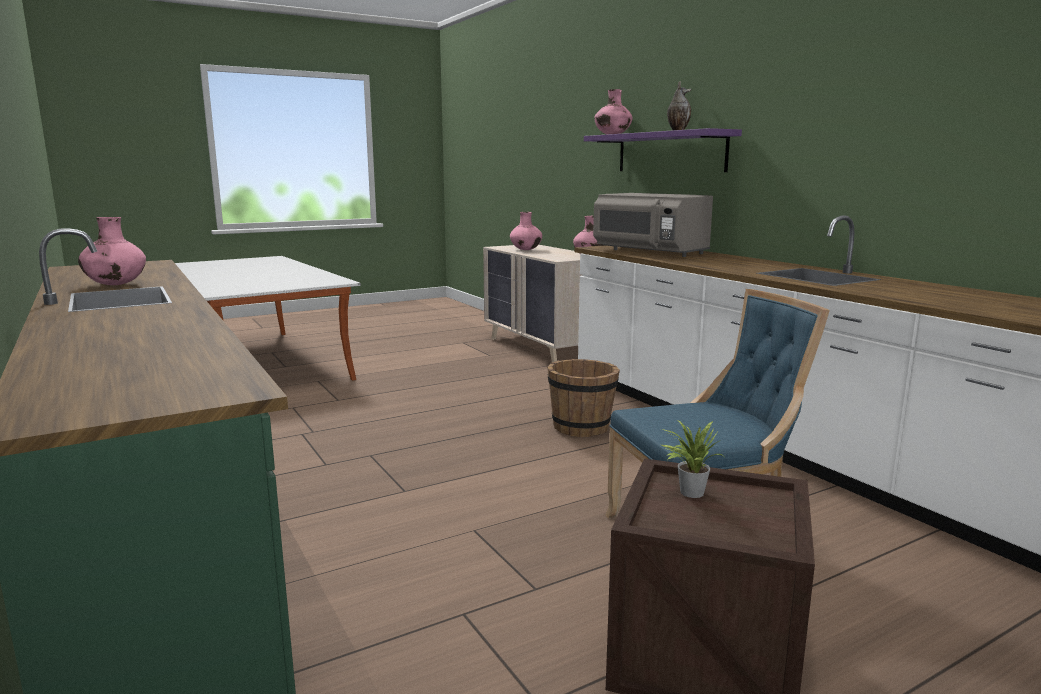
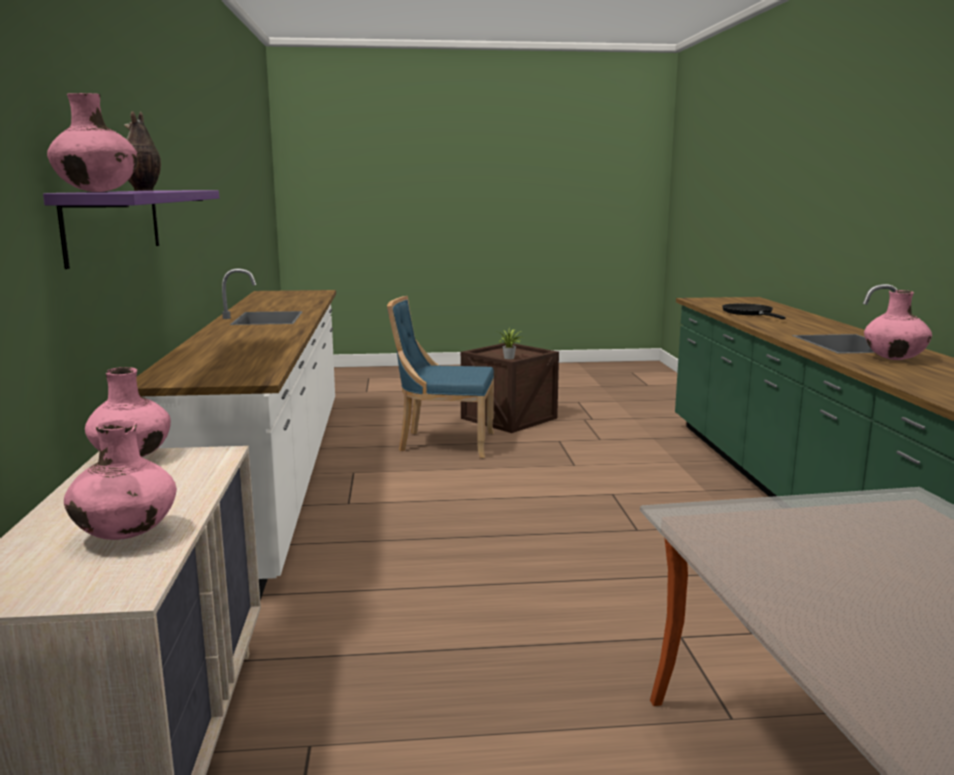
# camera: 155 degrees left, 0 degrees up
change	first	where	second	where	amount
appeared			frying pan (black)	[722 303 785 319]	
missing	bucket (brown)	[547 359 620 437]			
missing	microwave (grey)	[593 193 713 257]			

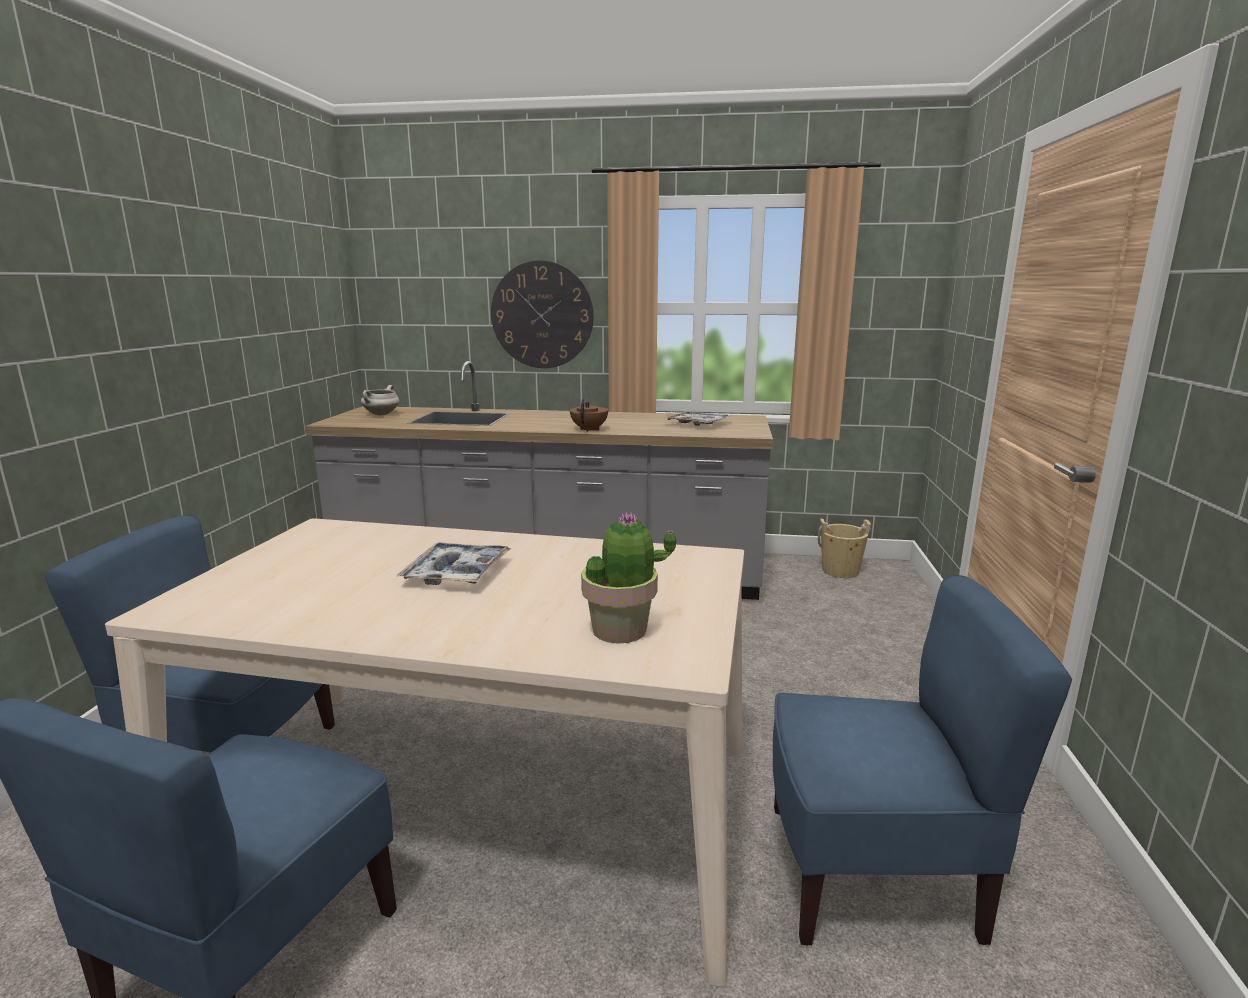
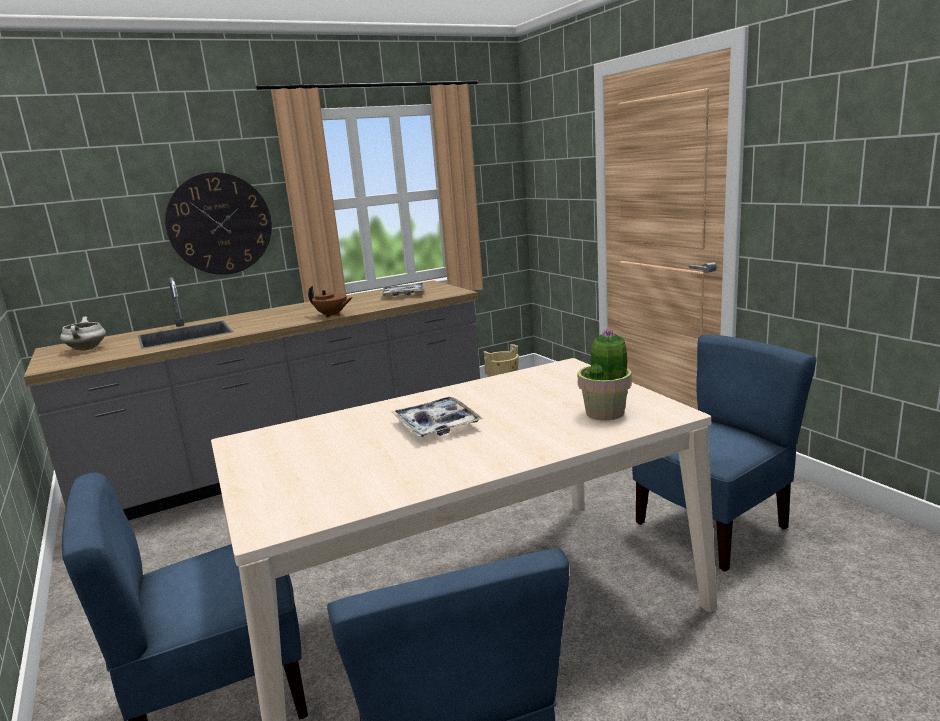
# camera: 35 degrees left, 0 degrees up
change	first	where	second	where	amount
spun	teapot (brown)	[570 399 608 432]		[308 286 352 318]	135 degrees clockwise

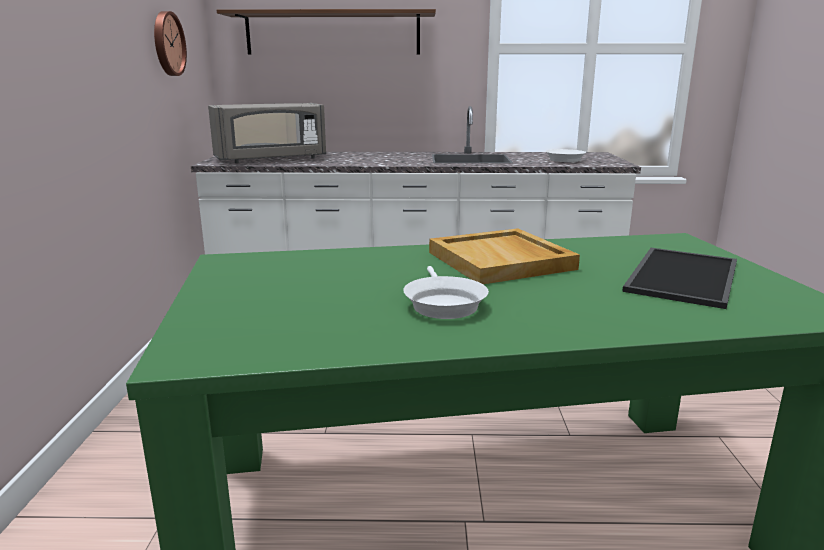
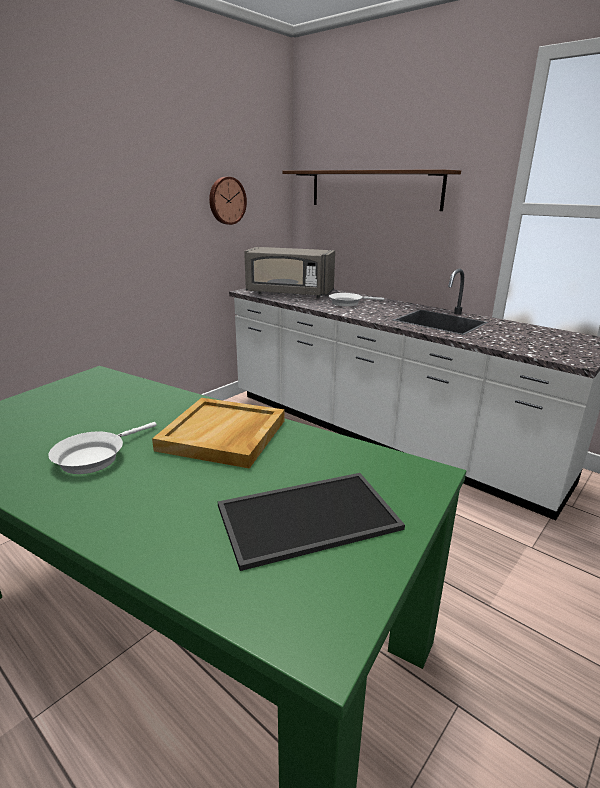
# camera: 40 degrees right, 5 degrees up
change	first	where	second	where	amount
relocated	frying pan (white)	[546 149 586 162]		[329 293 384 307]	

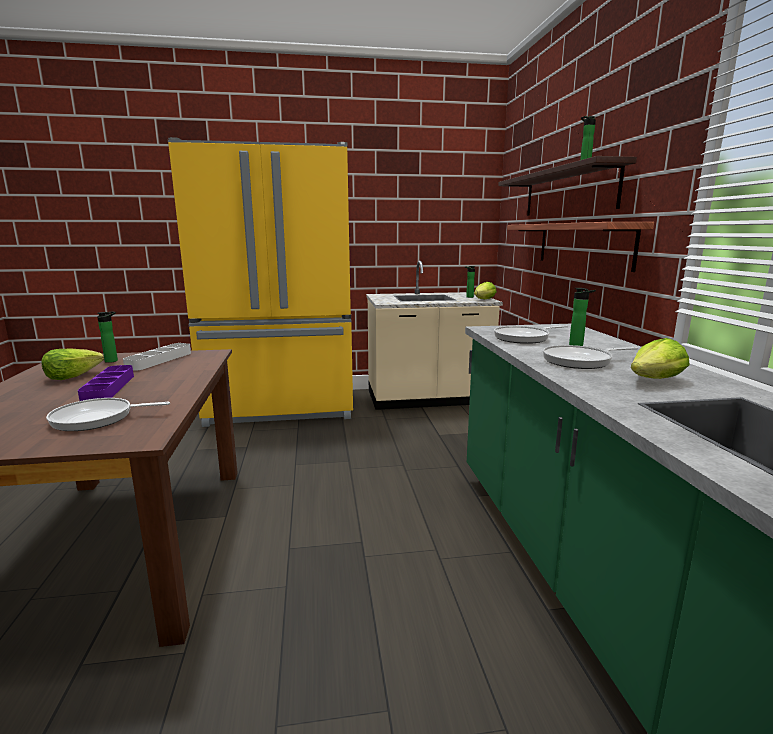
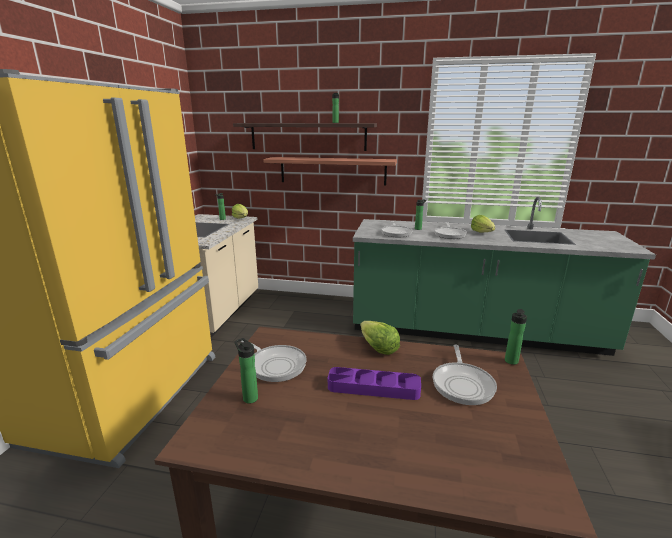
# camera: 70 degrees left, 5 degrees up
change	first	where	second	where	amount
exchanged	tray (white)	[123 343 191 371]	frying pan	[240 341 307 382]	
relocated	lettuce	[41 348 104 380]		[360 321 400 355]	
appeared			bottle	[505 309 527 365]	

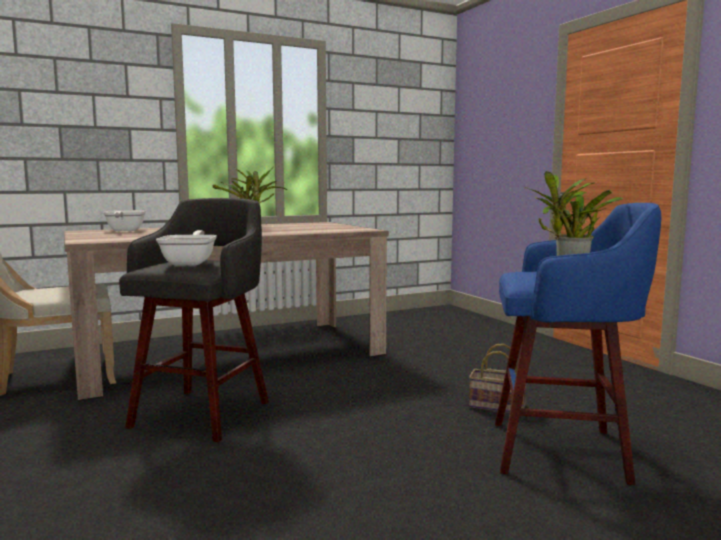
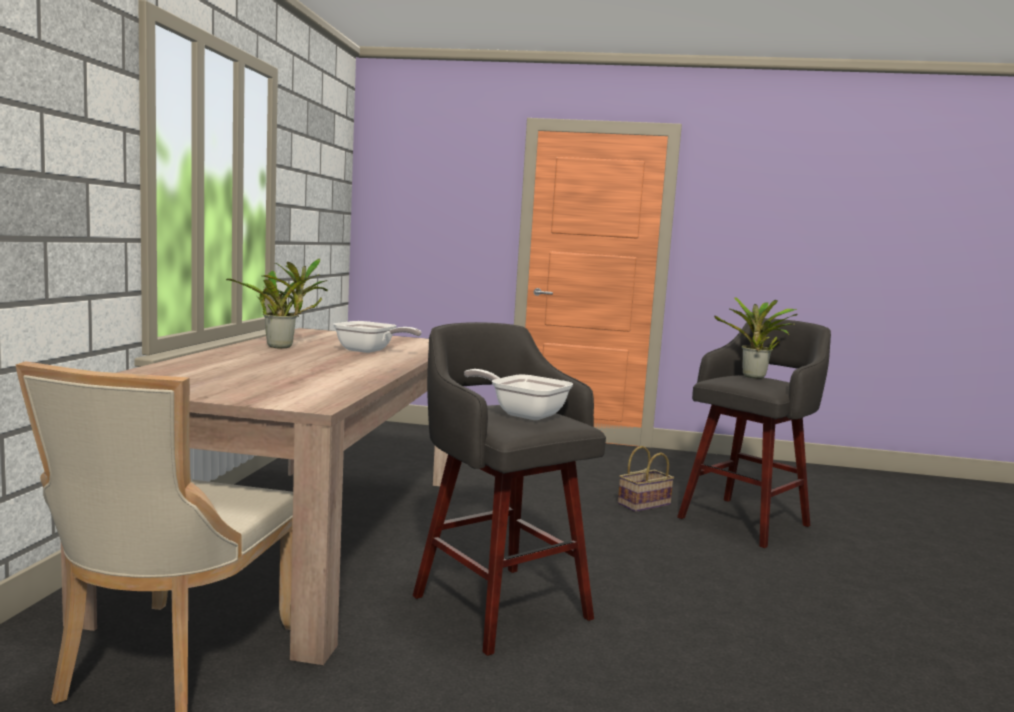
# camera: 55 degrees left, 0 degrees up
change	first	where	second	where	amount
relocated	frying pan	[103 210 146 231]		[333 321 422 353]	
colour	stool (blue)	[495 203 661 485]	stool (grey)	[677 318 831 548]	

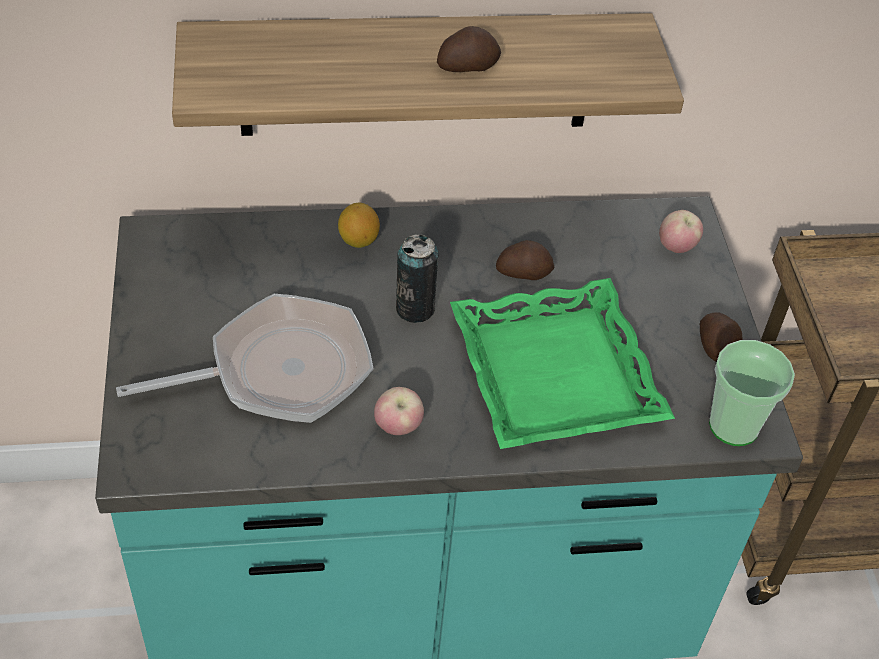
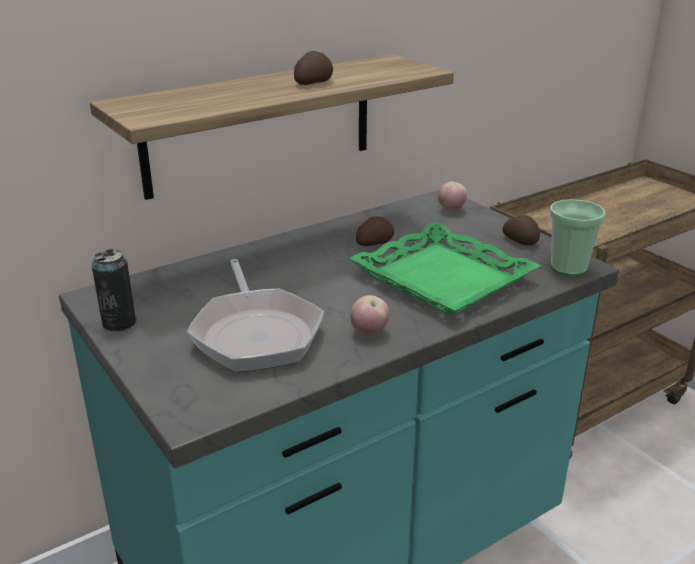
# camera: 25 degrees left, 20 degrees down
change	first	where	second	where	amount
relocated	can	[396 234 439 323]		[92 249 137 331]	
spun	frying pan	[116 294 374 423]		[187 259 324 372]	120 degrees clockwise
missing	lemon	[338 203 380 248]			

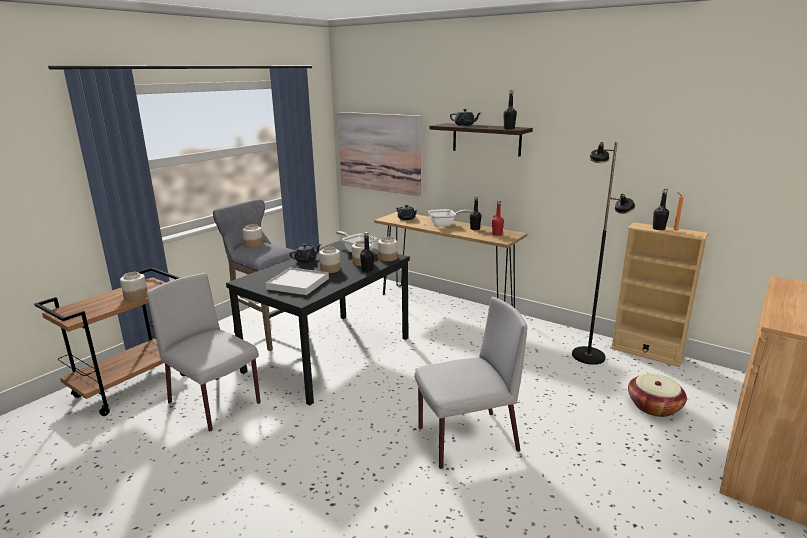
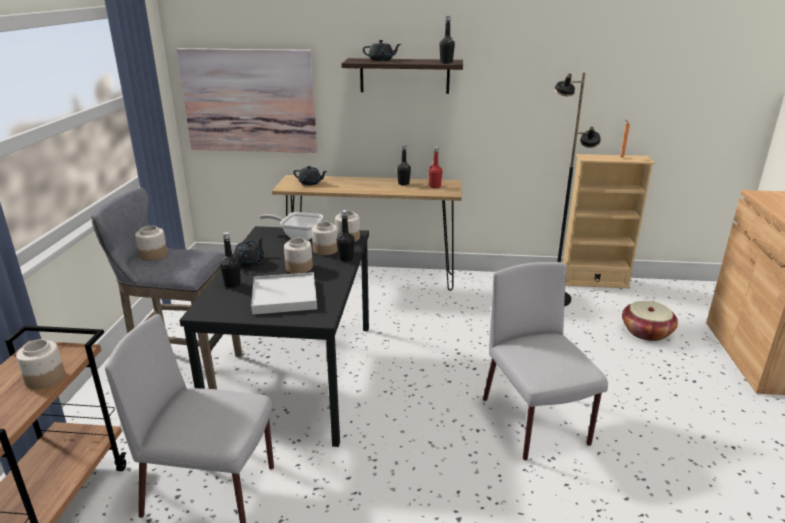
# camera: 30 degrees left, 5 degrees up
change	first	where	second	where	amount
relocated	bottle (black)	[653 188 669 230]		[220 232 241 288]	
spun	chair (grey)	[414 297 527 469]		[483 262 608 461]	60 degrees counterclockwise
missing	frying pan	[428 209 472 227]			

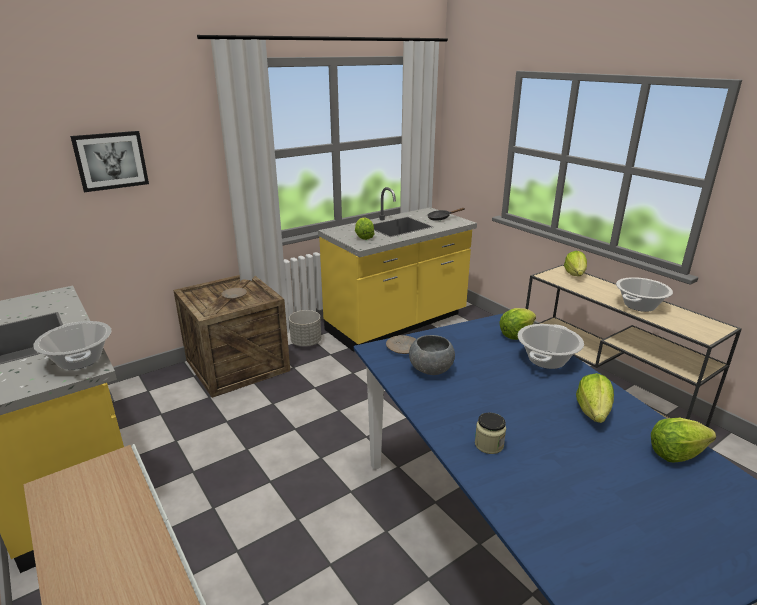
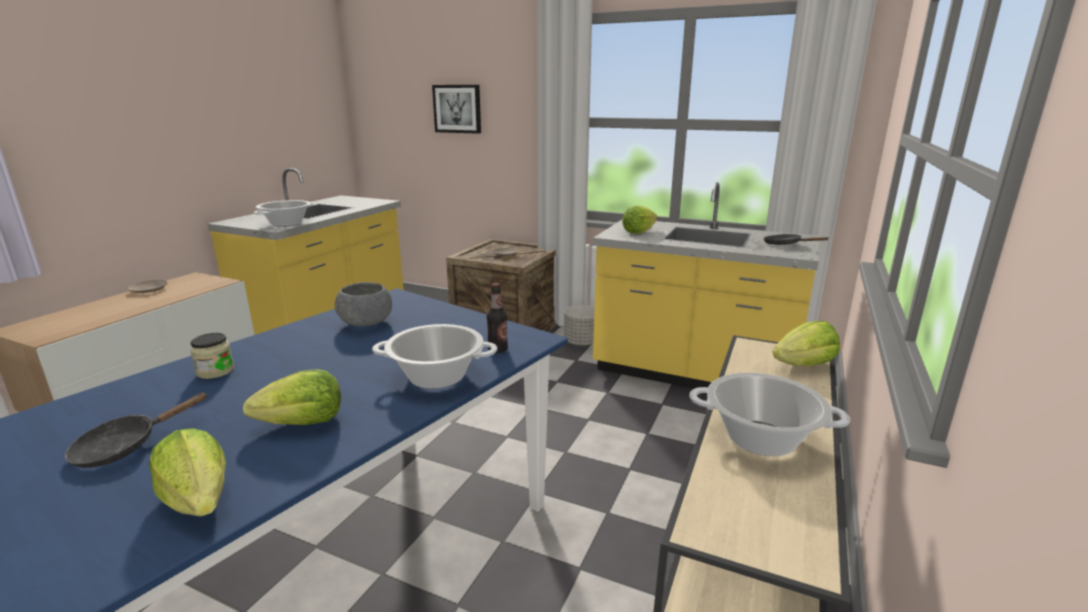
# camera: 60 degrees right, 5 degrees down
change	first	where	second	where	amount
appeared			frying pan (black)	[65 393 208 468]	
relocated	plate (beige)	[386 335 416 354]		[128 280 167 293]	
exchanged	lettuce	[500 308 536 340]	bottle	[487 283 508 353]	

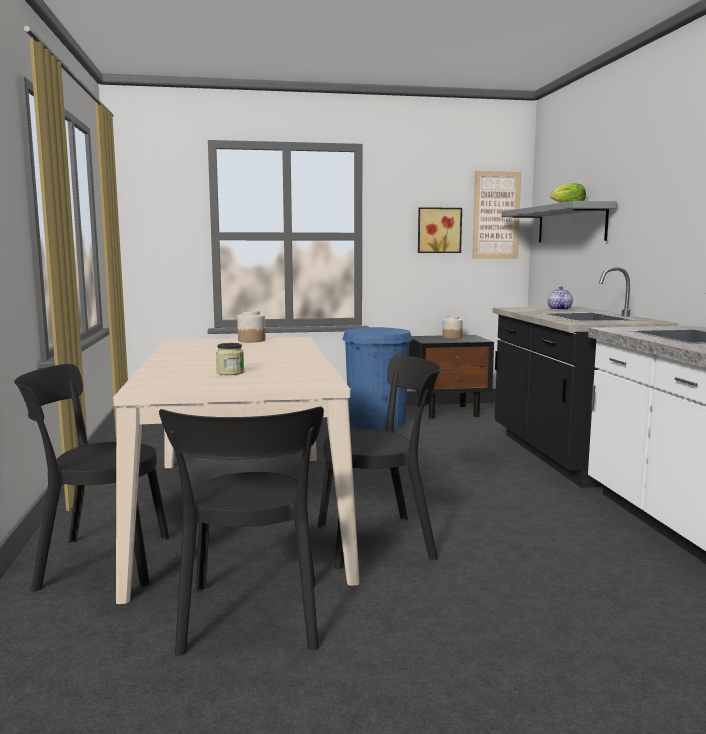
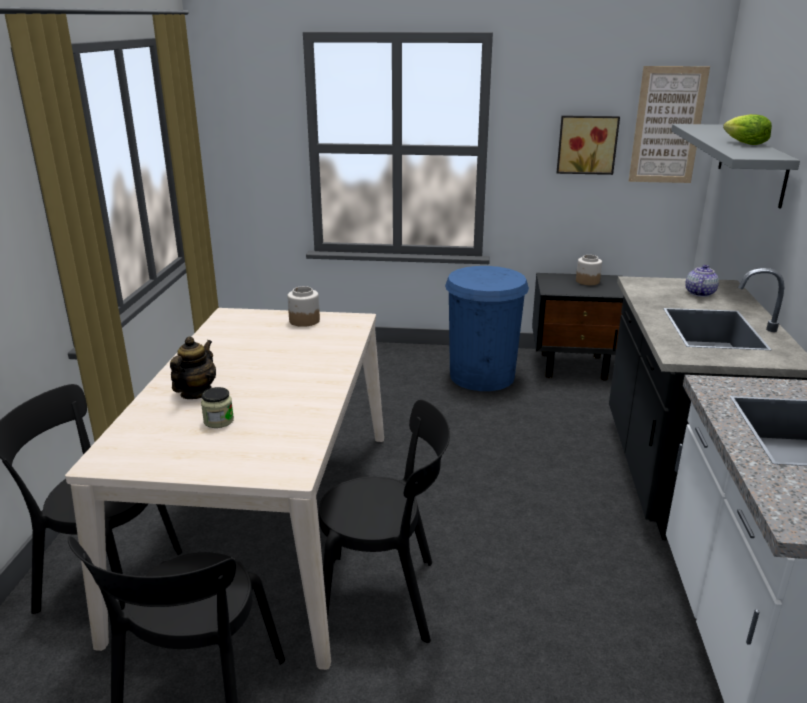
# camera: 15 degrees right, 15 degrees up
change	first	where	second	where	amount
appeared			teapot	[170 336 216 399]	

